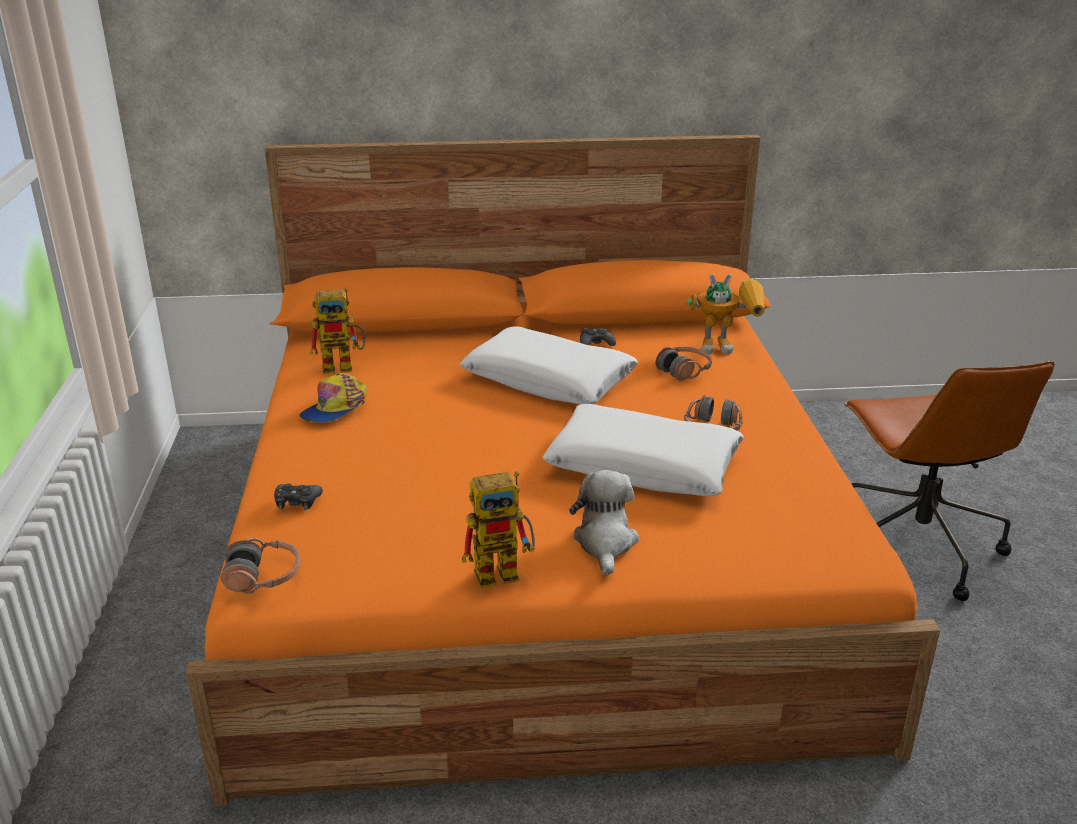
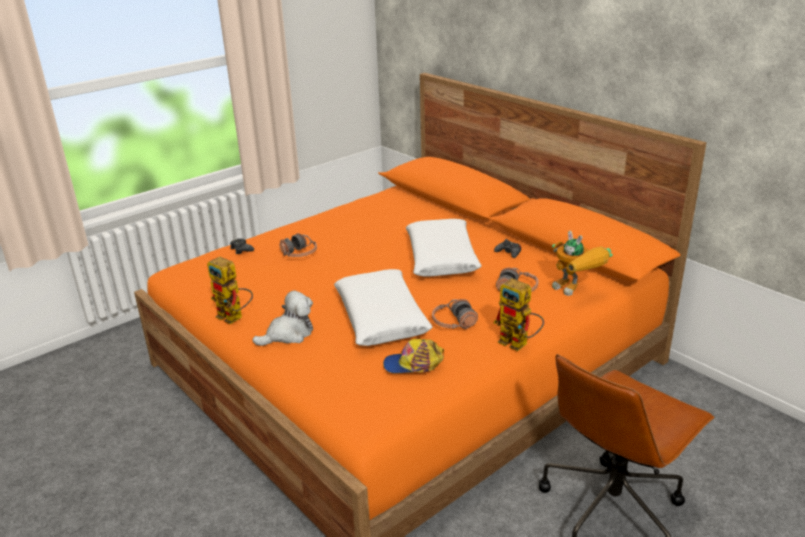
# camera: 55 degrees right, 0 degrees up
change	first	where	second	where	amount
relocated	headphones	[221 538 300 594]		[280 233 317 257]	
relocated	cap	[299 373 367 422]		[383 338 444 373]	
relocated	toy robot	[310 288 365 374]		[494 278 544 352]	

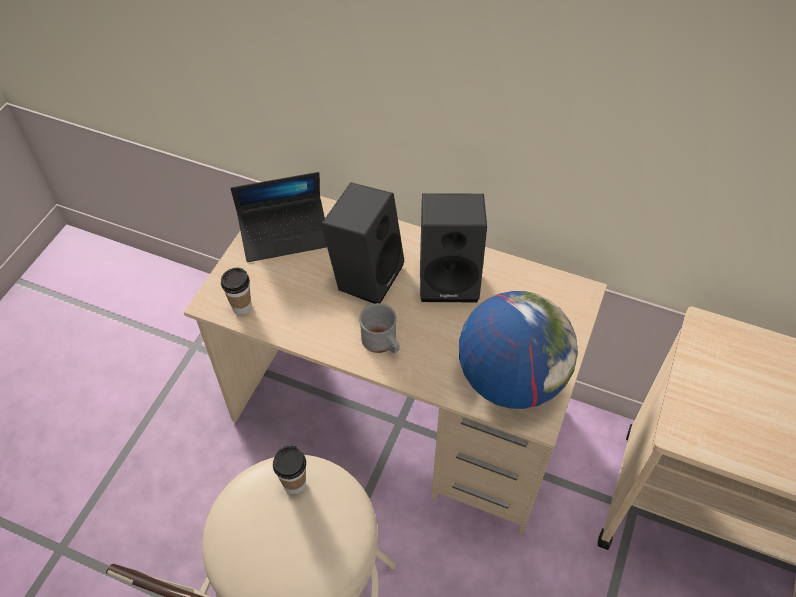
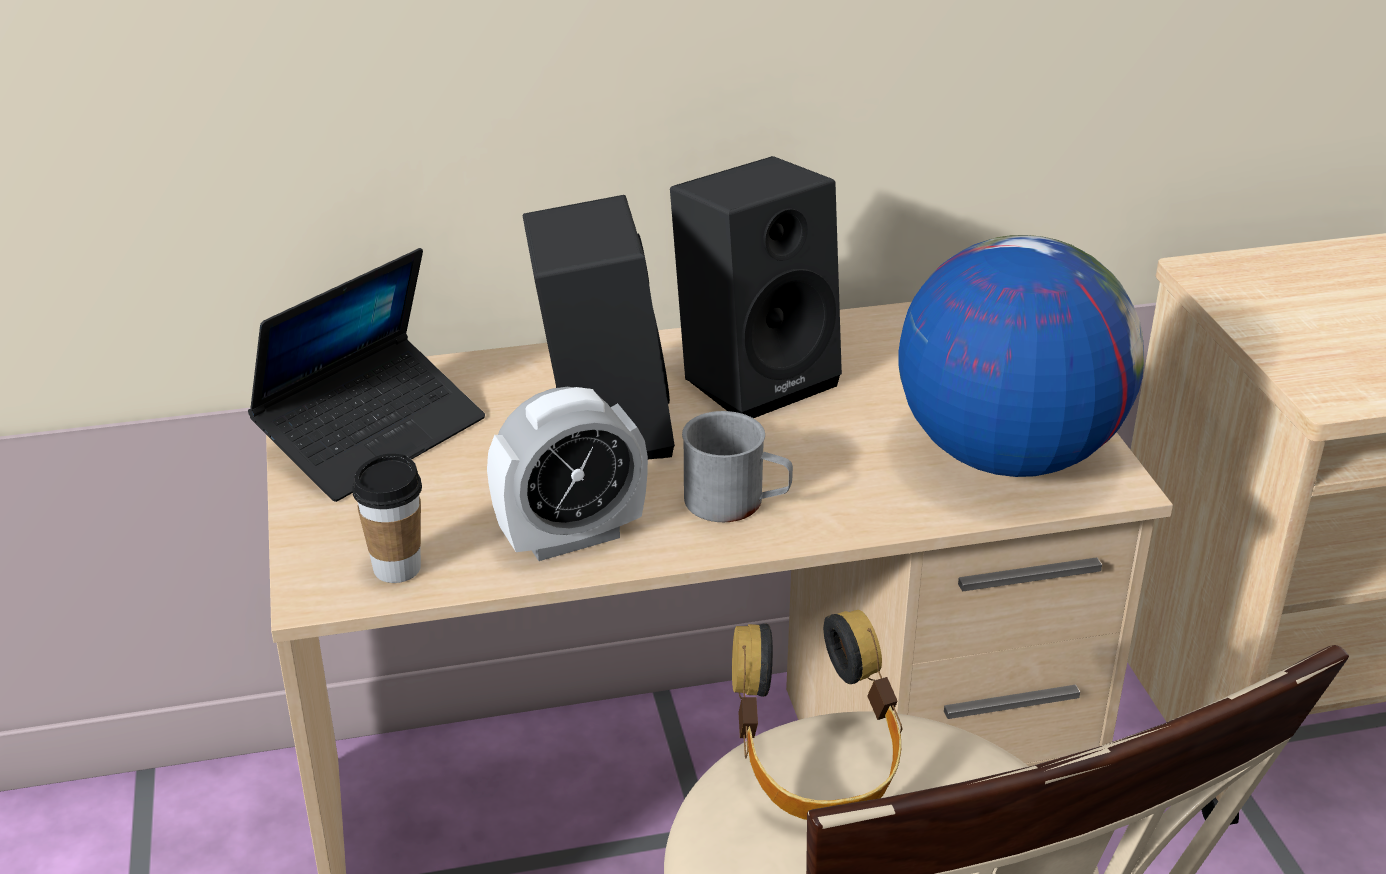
# camera: 35 degrees left, 20 degrees down
change	first	where	second	where	amount
appeared			alarm clock	[487 387 648 561]	
exchanged	cup	[273 445 306 494]	headphones	[732 610 902 820]	

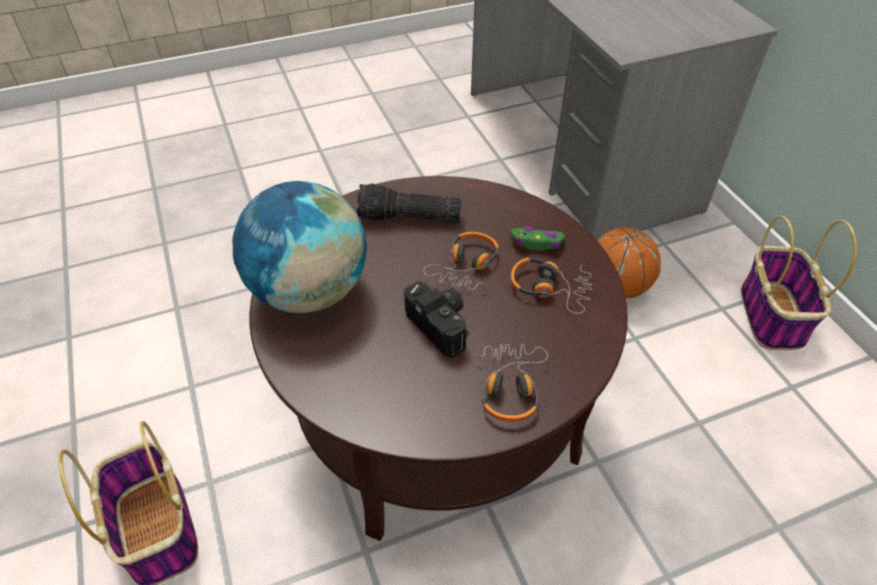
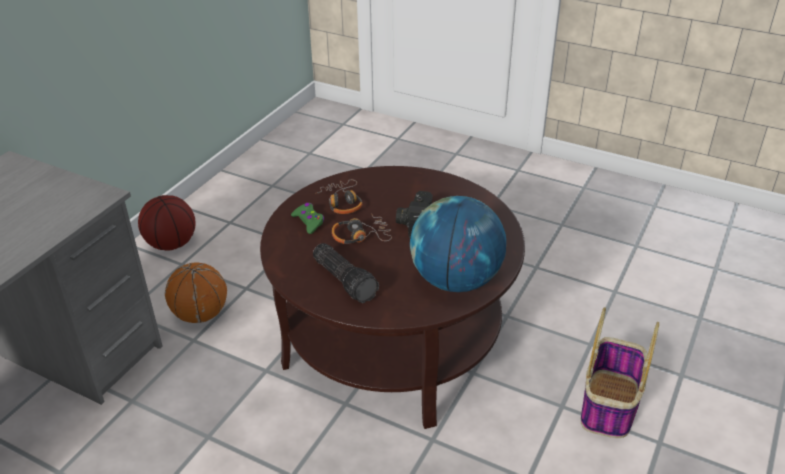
# camera: 130 degrees left, 10 degrees down
change	first	where	second	where	amount
exchanged	basket	[741 215 857 350]	basketball	[138 195 196 251]	
missing	headphones	[472 344 548 422]			

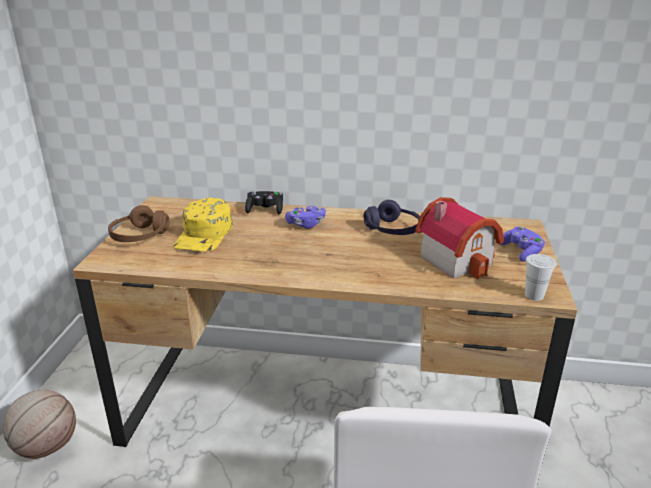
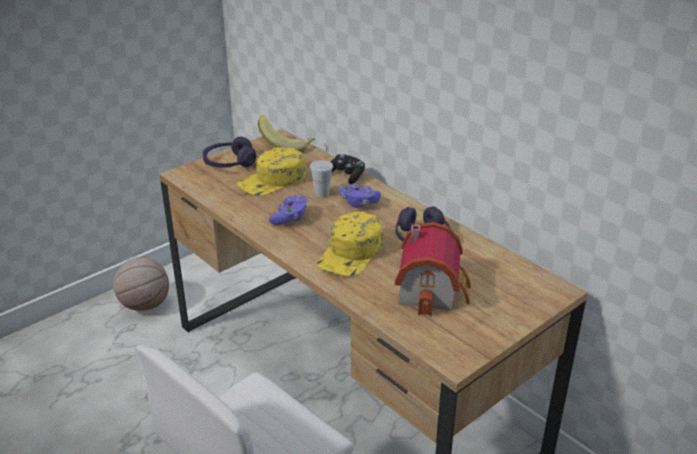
# camera: 40 degrees right, 5 degrees up
change	first	where	second	where	amount
colour	headphones (brown)	[108 205 169 242]	headphones (purple)	[203 137 256 168]	
appeared			banana	[258 115 315 152]	
relocated	game controller (purple)	[500 226 545 262]		[269 195 307 225]	
relocated	cup (white)	[525 254 557 301]		[310 160 333 197]	
appeared			cap (yellow)	[317 212 383 277]	

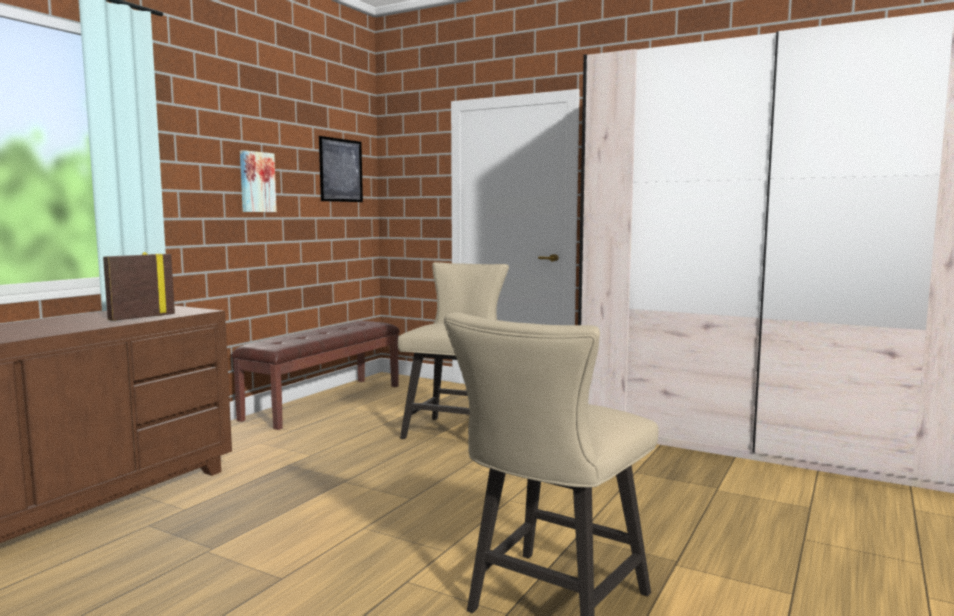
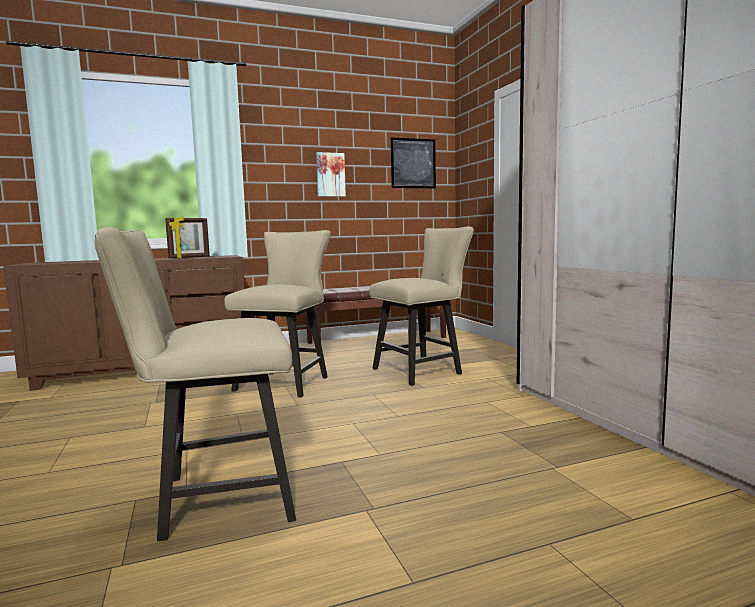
# camera: 40 degrees right, 0 degrees up
change	first	where	second	where	amount
spun	picture frame	[103 252 175 321]		[165 216 210 259]	150 degrees clockwise
appeared			chair (beige)	[224 230 331 397]	

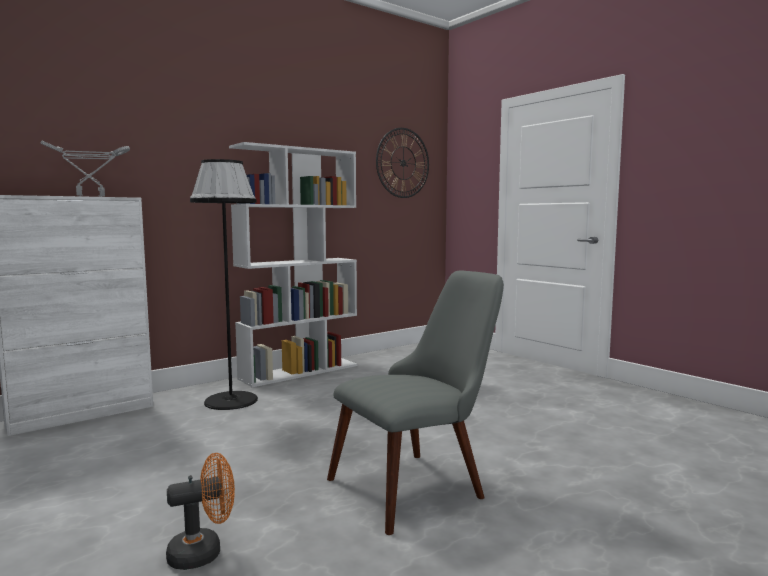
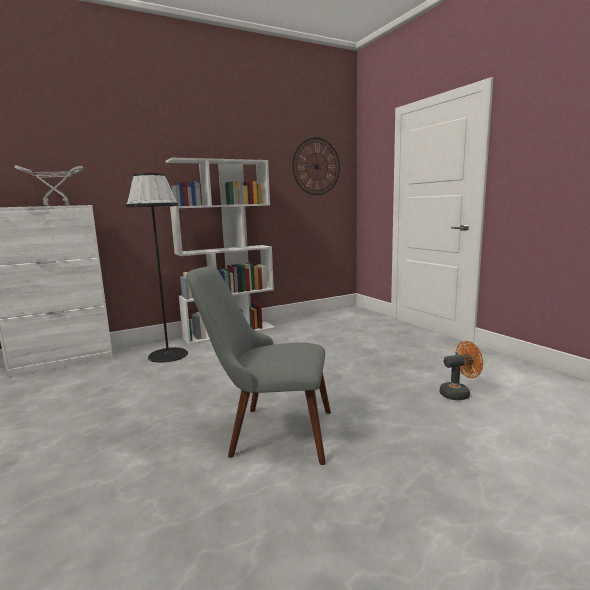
# camera: 10 degrees right, 5 degrees up
change	first	where	second	where	amount
spun	chair (grey)	[327 271 504 535]		[186 266 331 465]	150 degrees counterclockwise
relocated	fan (orange)	[166 453 235 570]		[439 341 483 400]	

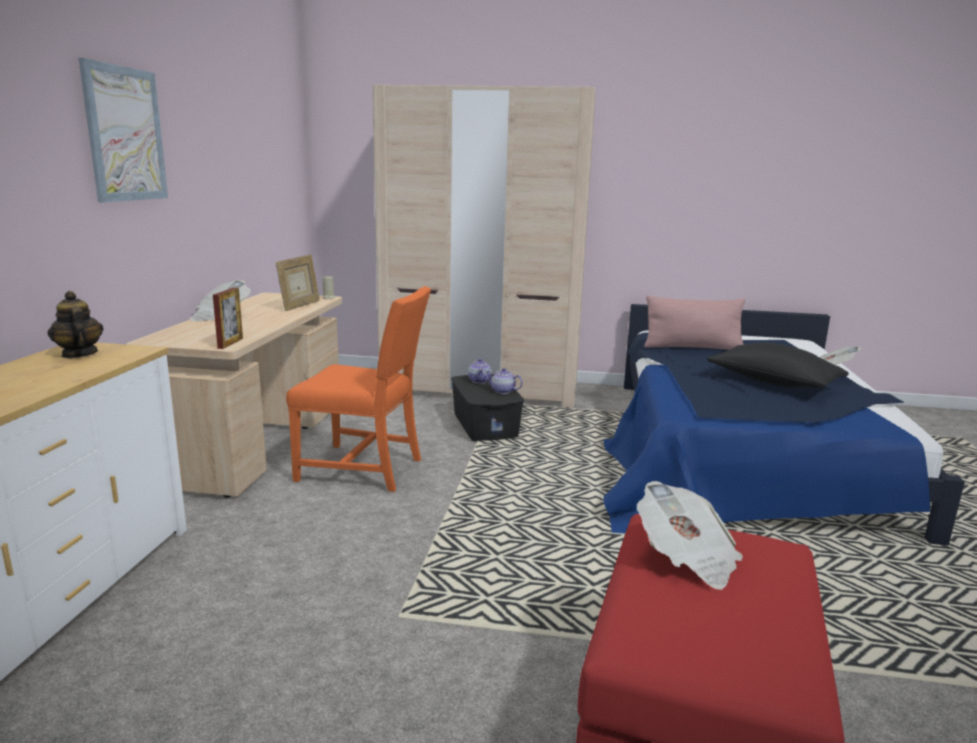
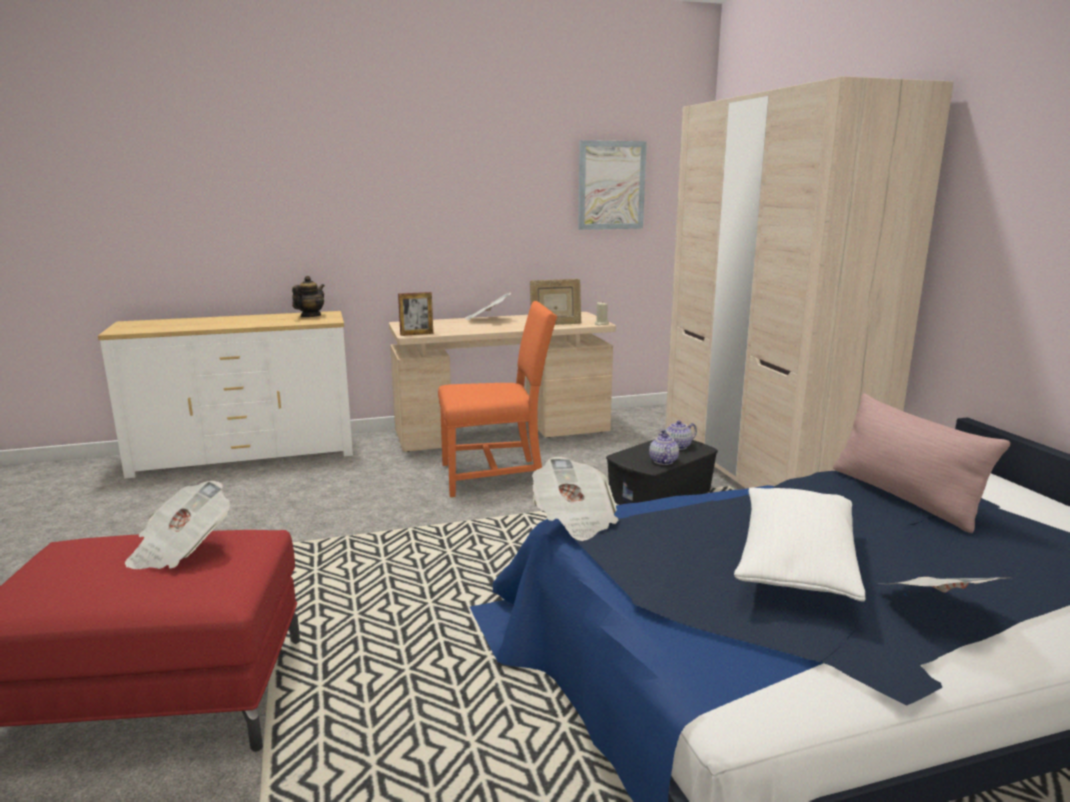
# camera: 65 degrees right, 0 degrees up
change	first	where	second	where	amount
spun	chair (orange)	[286 286 431 492]		[438 301 557 497]	90 degrees counterclockwise
appeared			newspaper	[532 457 619 541]	
relocated	picture	[79 58 168 202]		[578 140 647 230]	
colour	pillow (black)	[707 343 849 388]	pillow (white)	[734 487 865 602]	

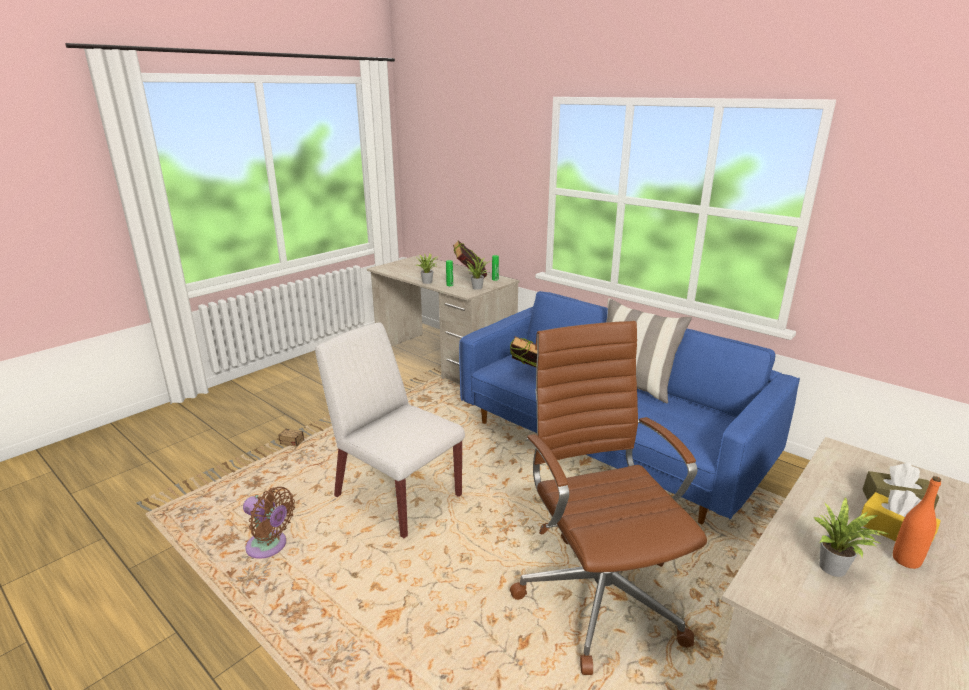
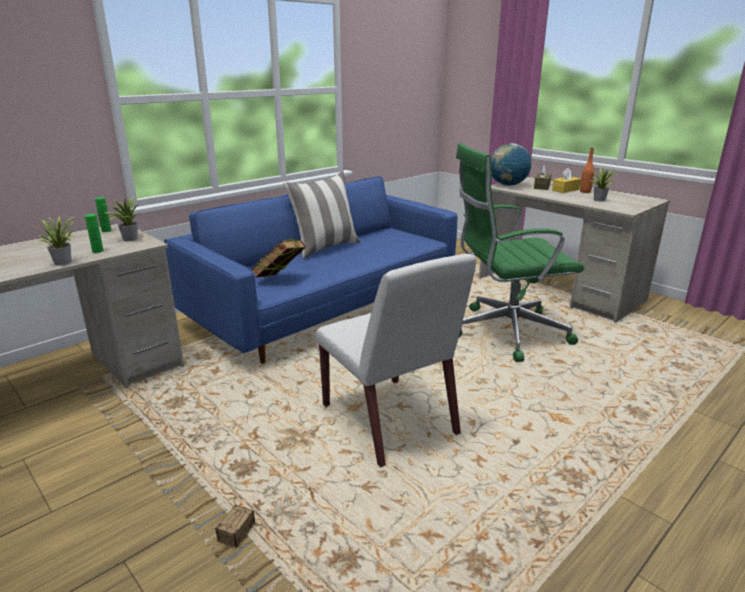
# camera: 85 degrees left, 0 degrees up
change	first	where	second	where	amount
spun	chair (white)	[315 323 465 538]		[316 254 476 467]	75 degrees counterclockwise
colour	office chair (brown)	[510 321 707 675]	office chair (green)	[456 143 584 362]	
appeared			globe	[491 143 531 186]	
missing	fan (brown)	[243 487 295 559]			
missing	book	[453 240 487 278]			

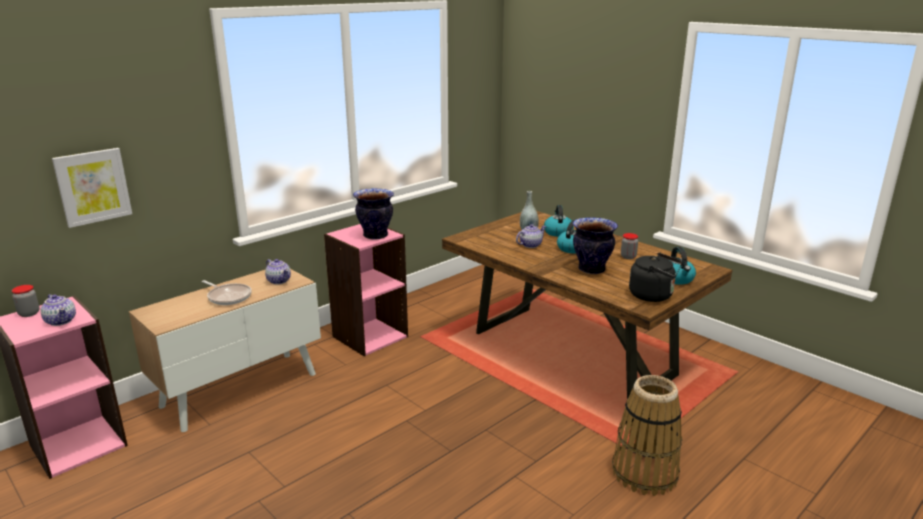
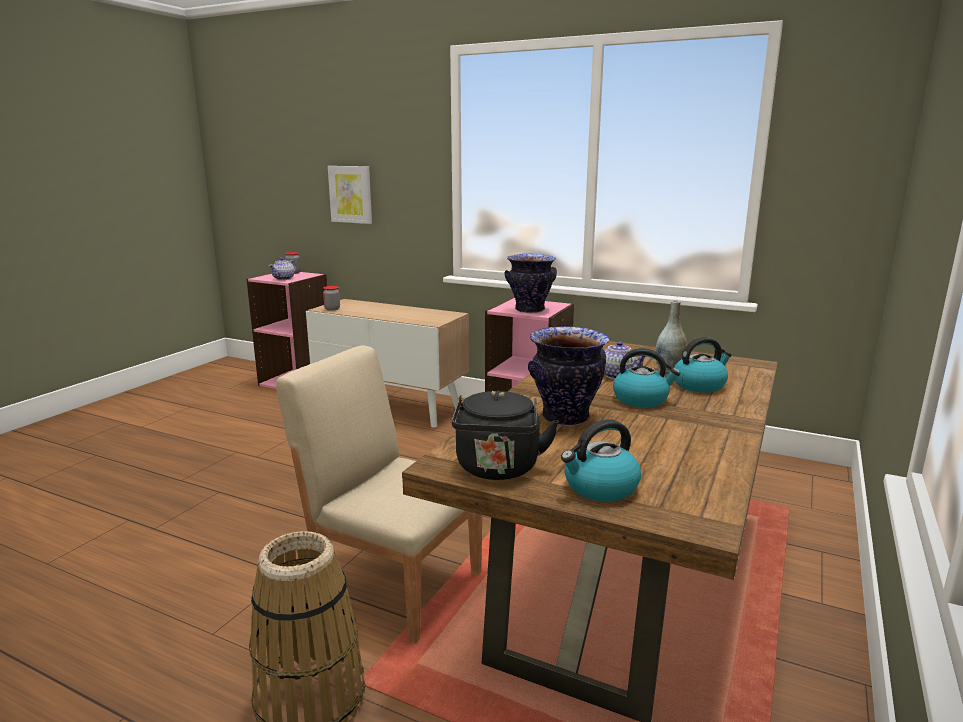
# camera: 70 degrees right, 5 degrees down
change	first	where	second	where	amount
appeared			chair (beige)	[276 345 482 644]	
relocated	jar	[621 233 638 259]		[323 286 340 311]	
missing	frying pan	[202 280 252 305]			
missing	teapot	[265 259 291 284]			

